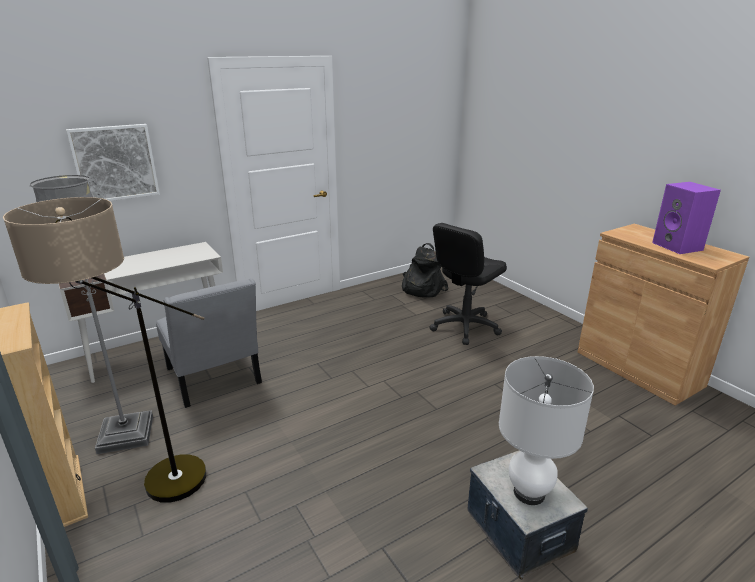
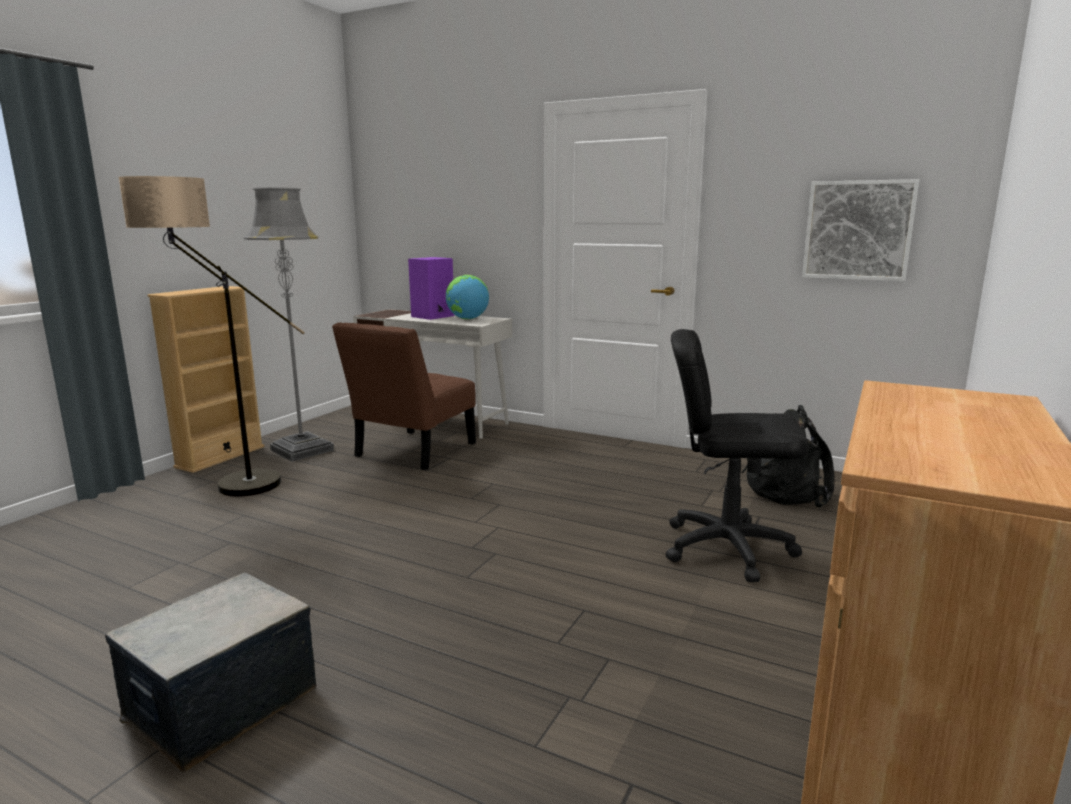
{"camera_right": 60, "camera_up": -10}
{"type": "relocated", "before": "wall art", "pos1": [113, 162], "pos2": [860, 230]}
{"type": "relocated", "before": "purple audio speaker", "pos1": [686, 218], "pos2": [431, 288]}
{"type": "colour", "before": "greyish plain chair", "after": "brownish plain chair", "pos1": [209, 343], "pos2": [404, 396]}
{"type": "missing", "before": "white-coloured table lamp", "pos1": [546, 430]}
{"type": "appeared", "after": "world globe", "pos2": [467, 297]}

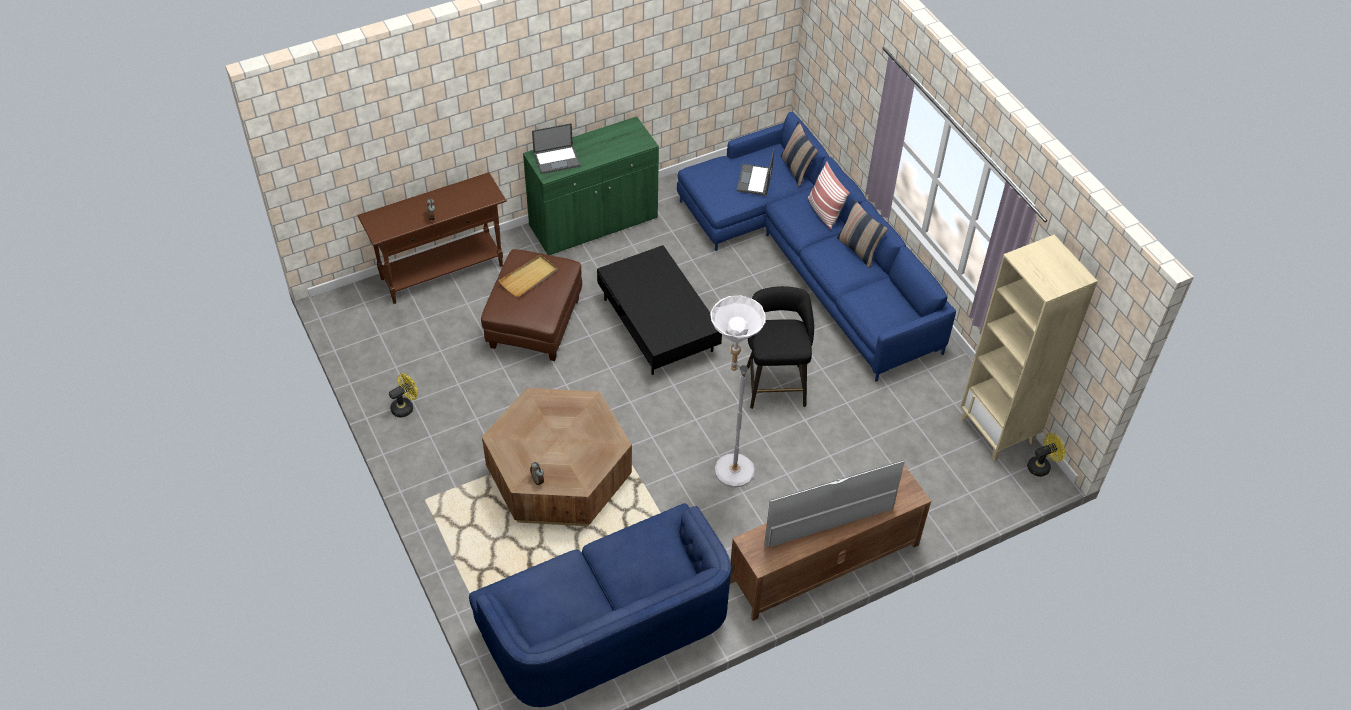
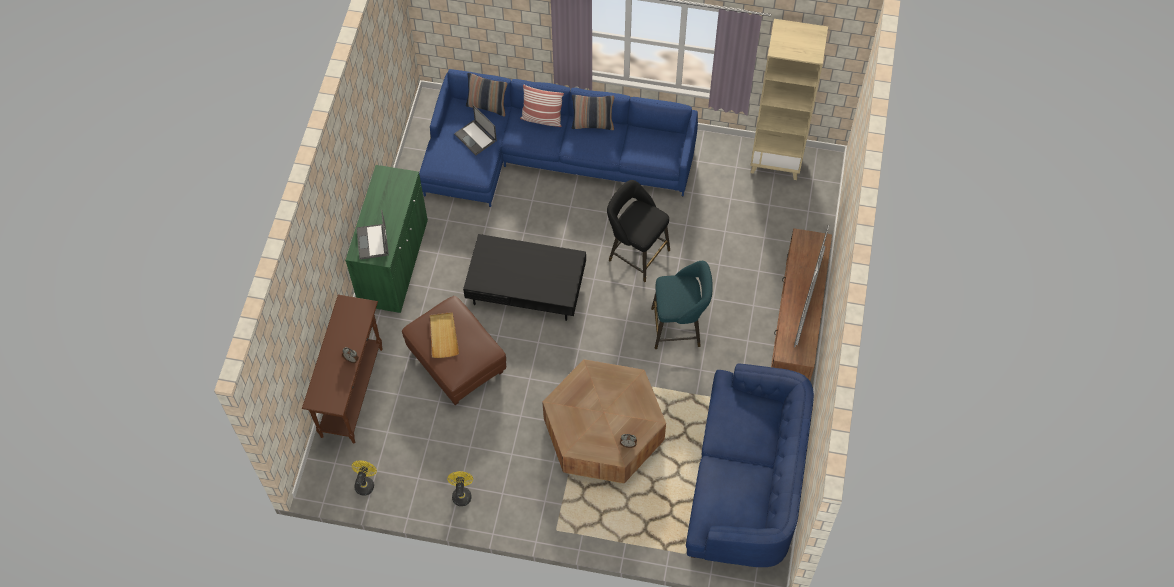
{"camera_right": -50, "camera_up": 10}
{"type": "spun", "before": "notebook computer", "pos1": [556, 148], "pos2": [372, 235], "turn": 150}
{"type": "exchanged", "before": "white-coloured floor lamp", "after": "turquoise sitting stool", "pos1": [738, 392], "pos2": [682, 305]}
{"type": "relocated", "before": "yellow electric fan", "pos1": [1046, 455], "pos2": [364, 478]}

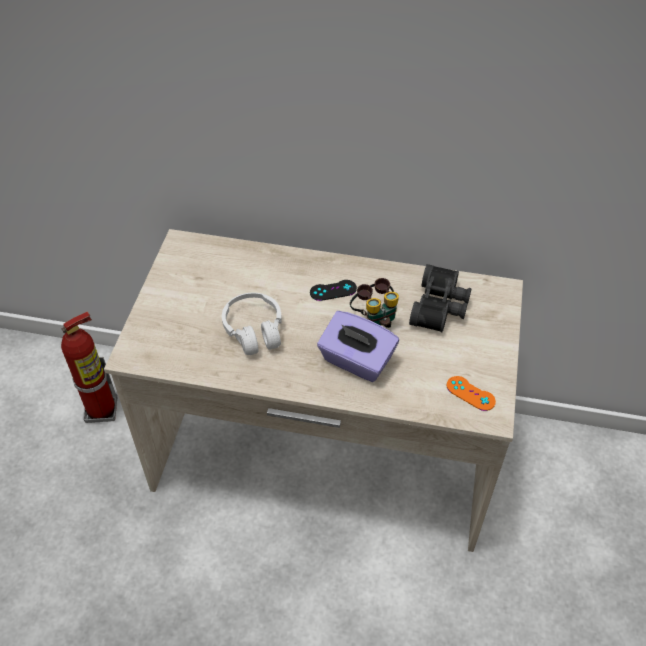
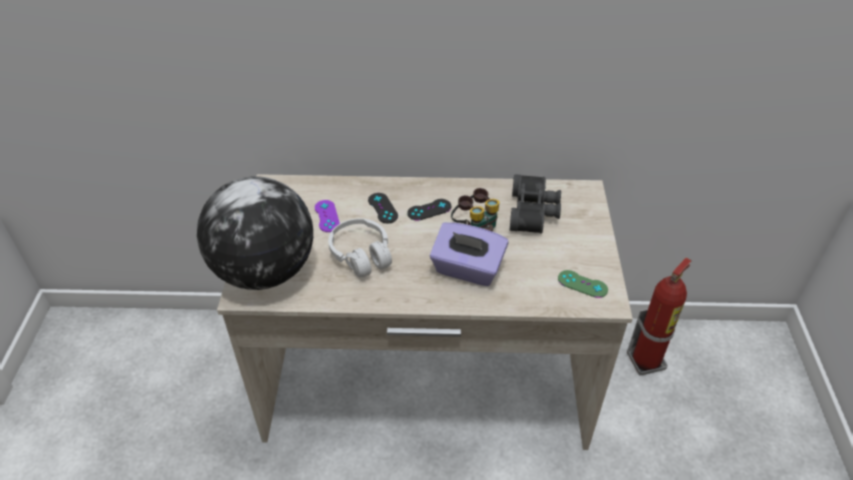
{"camera_right": -10, "camera_up": -5}
{"type": "relocated", "before": "fire extinguisher", "pos1": [89, 367], "pos2": [659, 317]}
{"type": "colour", "before": "orange joypad", "after": "green-coloured joypad", "pos1": [471, 393], "pos2": [583, 284]}
{"type": "appeared", "after": "world globe", "pos2": [255, 233]}
{"type": "appeared", "after": "blackish joypad", "pos2": [383, 208]}
{"type": "appeared", "after": "purple joypad", "pos2": [327, 216]}

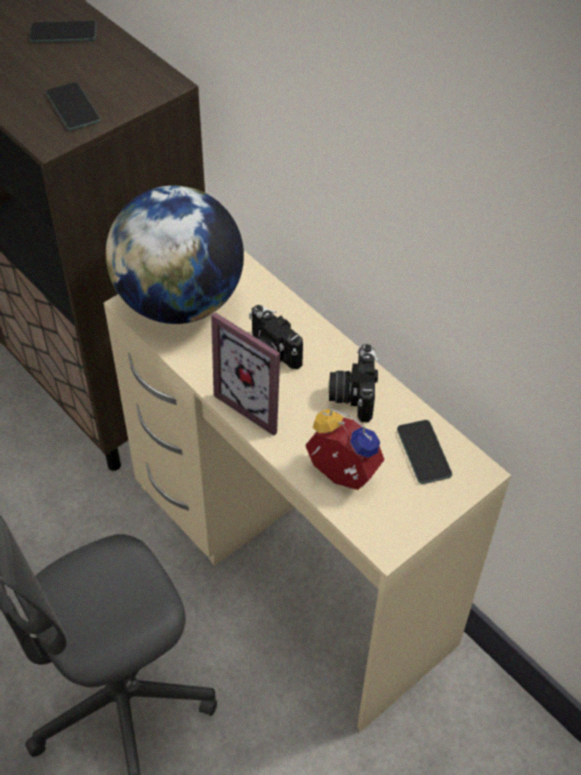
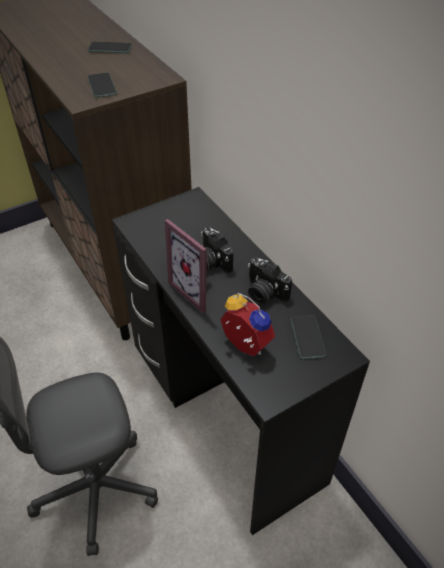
{"camera_right": 10, "camera_up": -5}
{"type": "missing", "before": "world globe", "pos1": [175, 254]}
{"type": "colour", "before": "beige-coloured desk unit", "after": "blackish desk unit", "pos1": [307, 491], "pos2": [241, 361]}
{"type": "spun", "before": "still camera", "pos1": [354, 383], "pos2": [270, 281], "turn": -60}

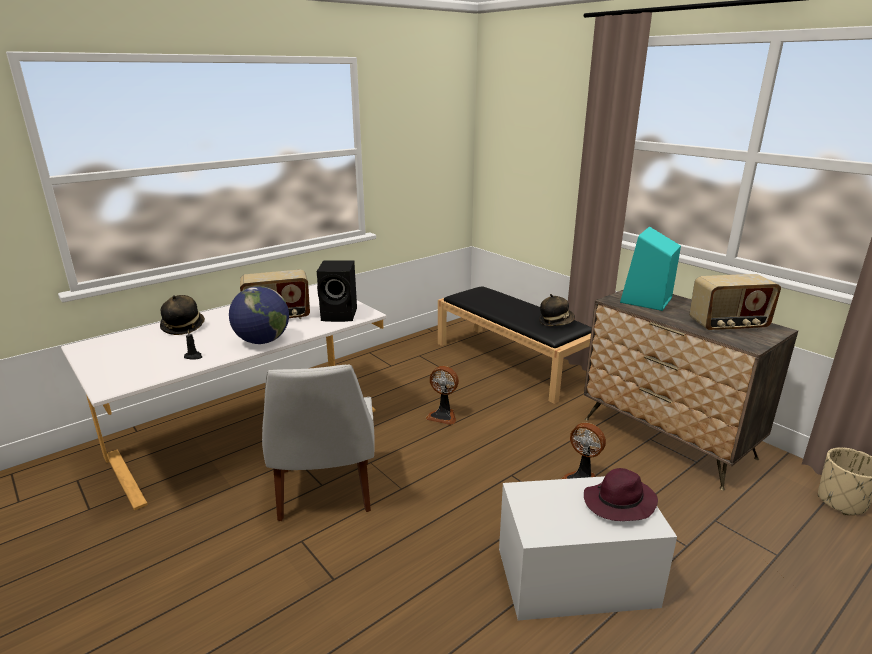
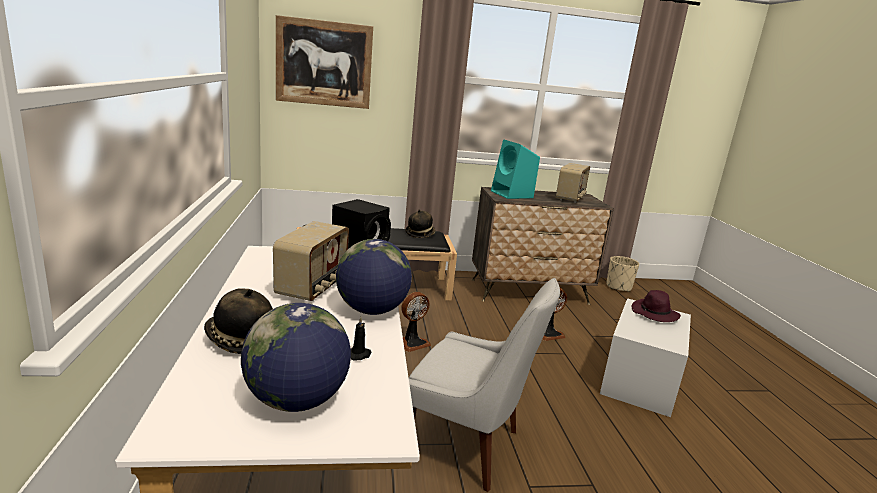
{"camera_right": -60, "camera_up": -5}
{"type": "appeared", "after": "wall art", "pos2": [324, 62]}
{"type": "appeared", "after": "world globe", "pos2": [296, 357]}

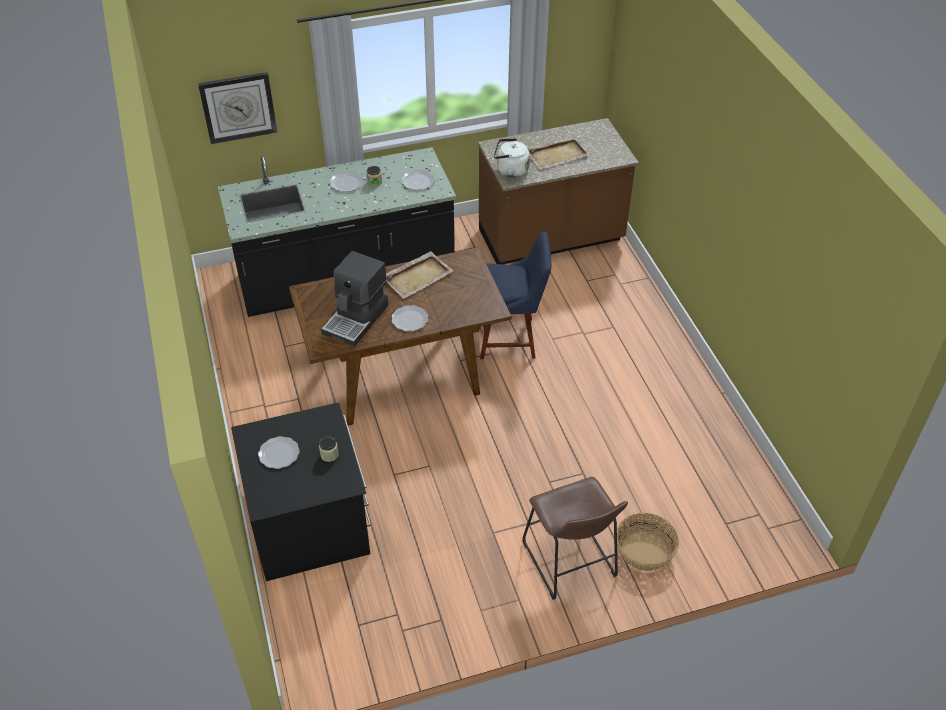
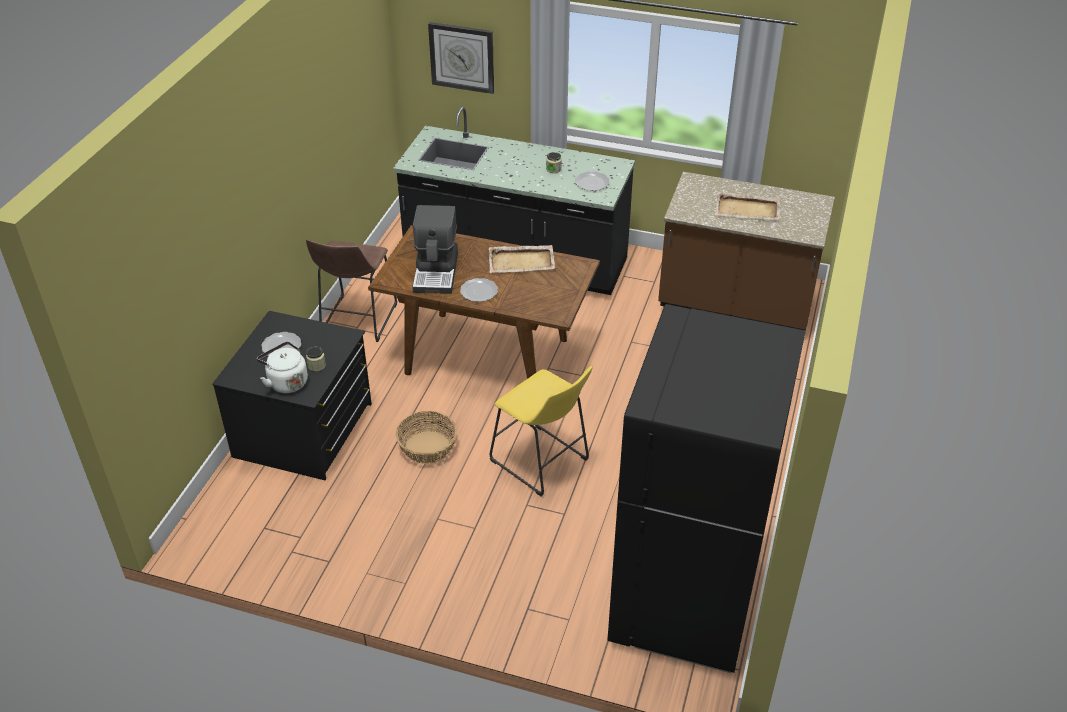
{"camera_right": 35, "camera_up": -5}
{"type": "relocated", "before": "white-coloured water kettle", "pos1": [512, 158], "pos2": [282, 367]}
{"type": "missing", "before": "plate", "pos1": [346, 181]}
{"type": "missing", "before": "blue plain chair", "pos1": [516, 295]}
{"type": "spun", "before": "coffee maker", "pos1": [354, 299], "pos2": [435, 249], "turn": -60}
{"type": "relocated", "before": "brownish sitting stool", "pos1": [575, 538], "pos2": [351, 290]}
{"type": "relocated", "before": "household basket", "pos1": [648, 542], "pos2": [426, 437]}
{"type": "appeared", "after": "blackish refrigerator", "pos2": [706, 488]}
{"type": "appeared", "after": "yellow sitting stool", "pos2": [541, 431]}

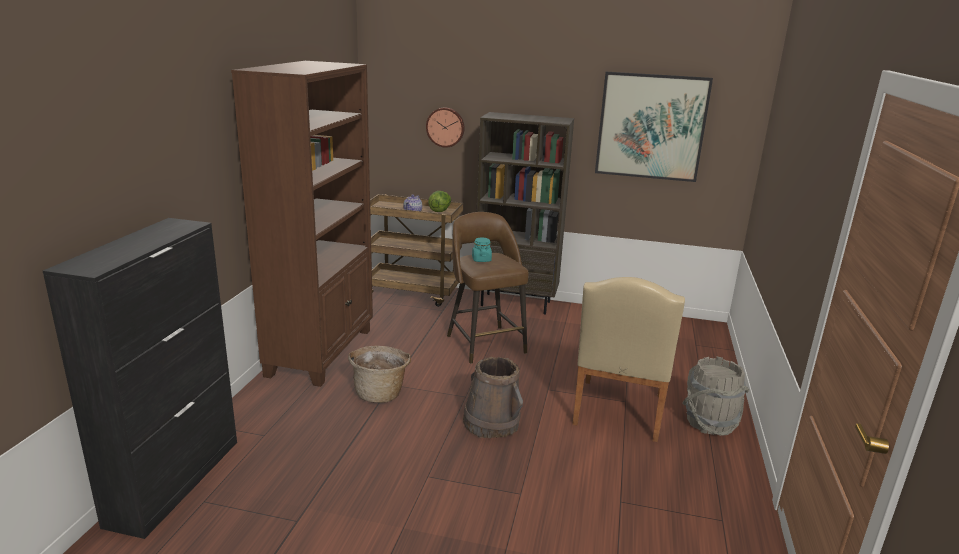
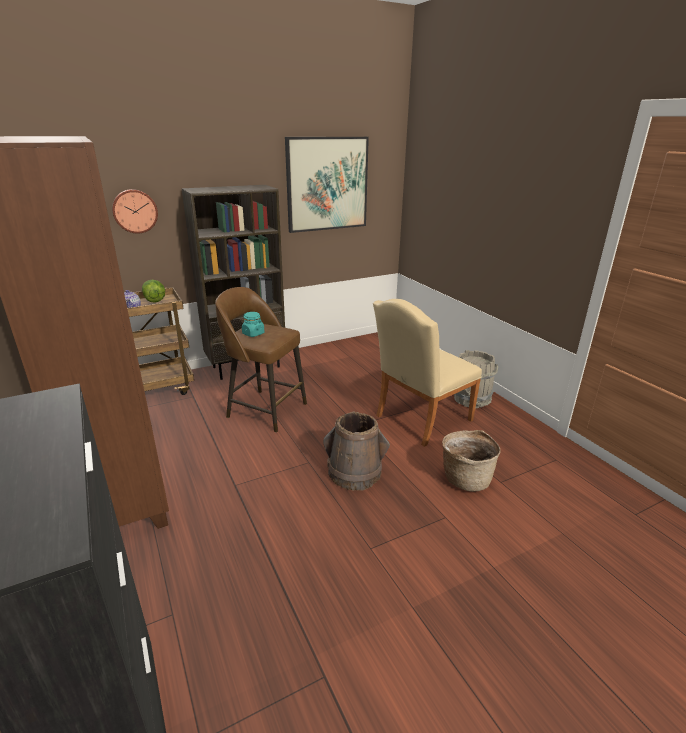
{"camera_right": -40, "camera_up": 5}
{"type": "spun", "before": "beige-coloured plain chair", "pos1": [628, 359], "pos2": [427, 373], "turn": 75}
{"type": "relocated", "before": "household basket", "pos1": [379, 374], "pos2": [471, 461]}

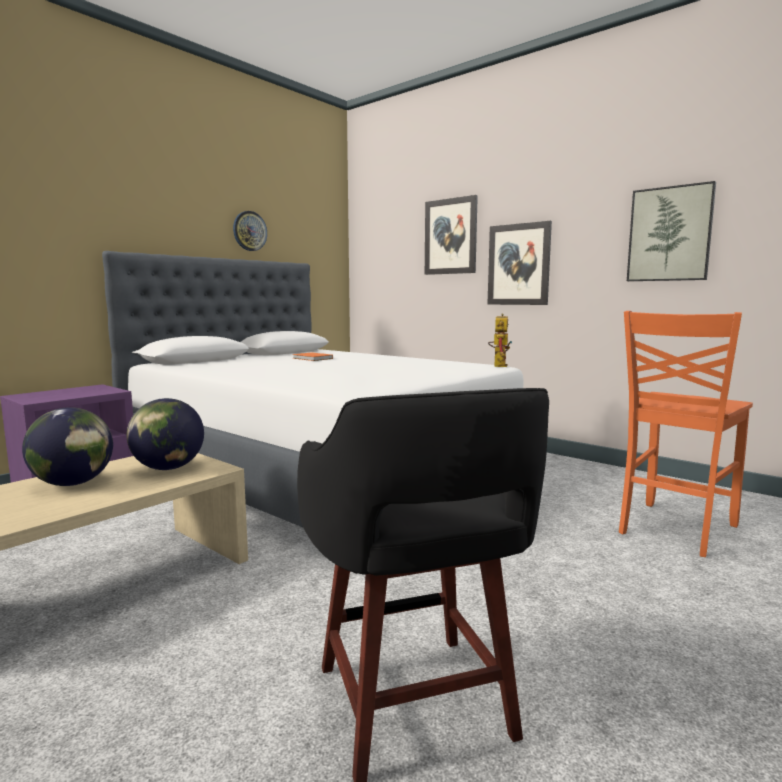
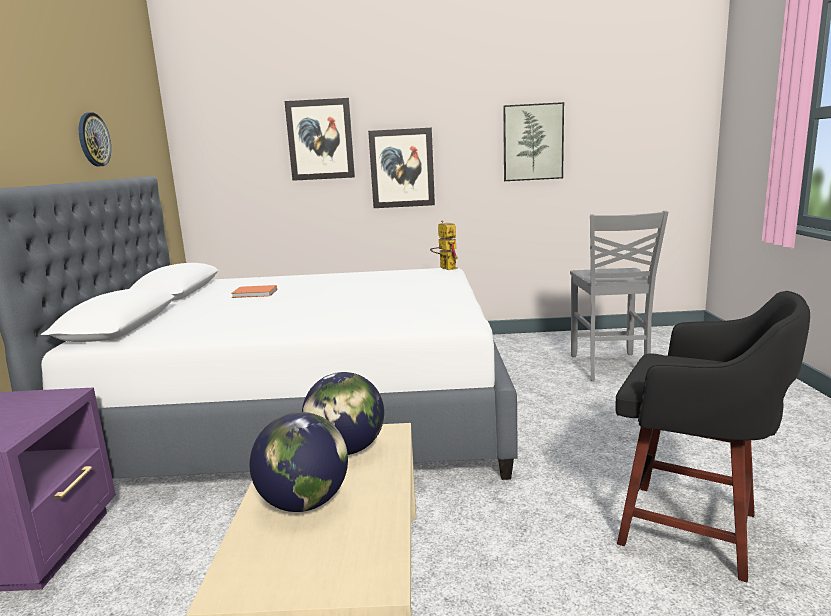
{"camera_right": -40, "camera_up": 5}
{"type": "colour", "before": "orange plain chair", "after": "greyish plain chair", "pos1": [686, 434], "pos2": [619, 296]}

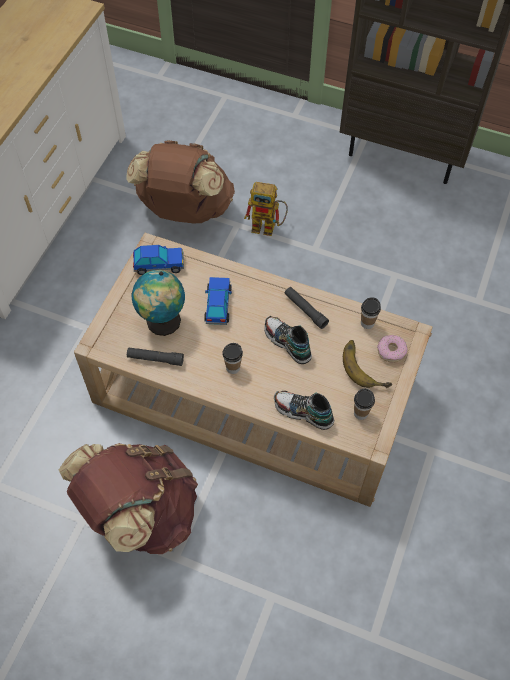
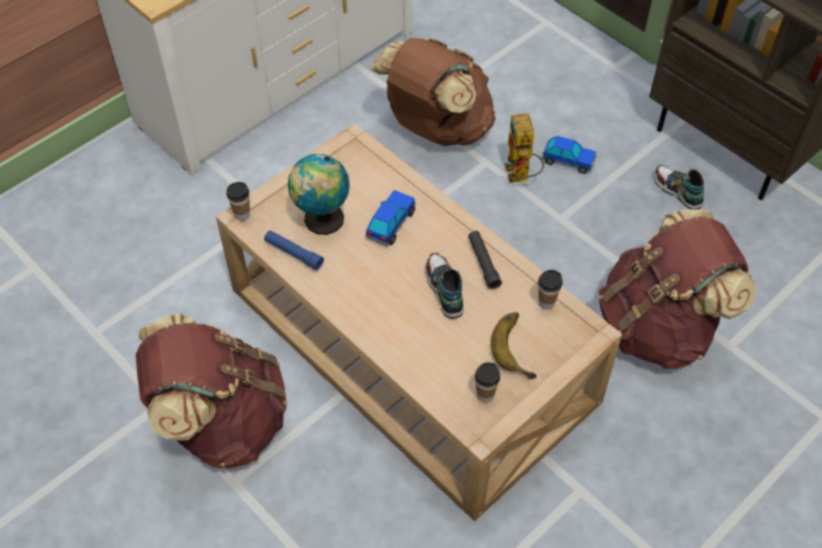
{"camera_right": 25, "camera_up": -5}
{"type": "spun", "before": "robot figure", "pos1": [266, 209], "pos2": [524, 148], "turn": 45}
{"type": "relocated", "before": "toy car", "pos1": [158, 260], "pos2": [569, 155]}
{"type": "missing", "before": "doughnut", "pos1": [392, 349]}
{"type": "relocated", "before": "drinking cup", "pos1": [232, 358], "pos2": [238, 201]}
{"type": "colour", "before": "blackish flashlight", "after": "blue flashlight", "pos1": [155, 357], "pos2": [294, 250]}
{"type": "relocated", "before": "low shoe", "pos1": [304, 410], "pos2": [679, 187]}
{"type": "appeared", "after": "brownish rucksack", "pos2": [677, 289]}

